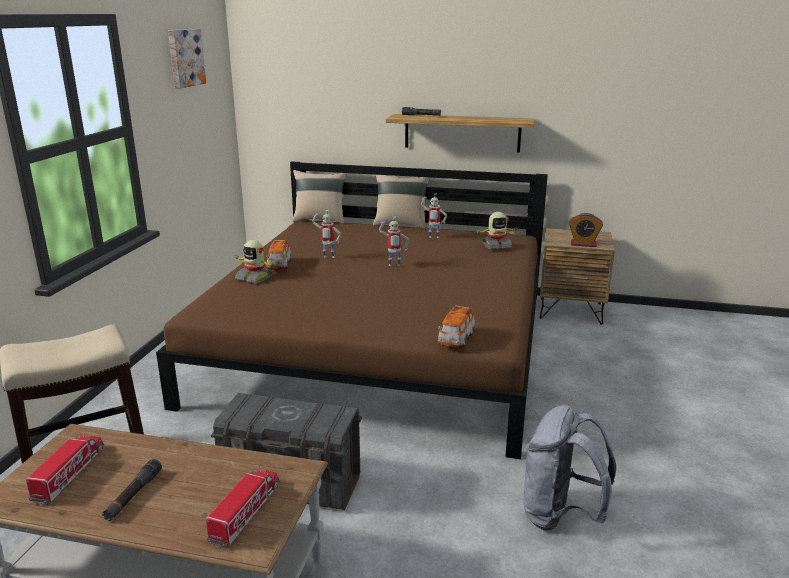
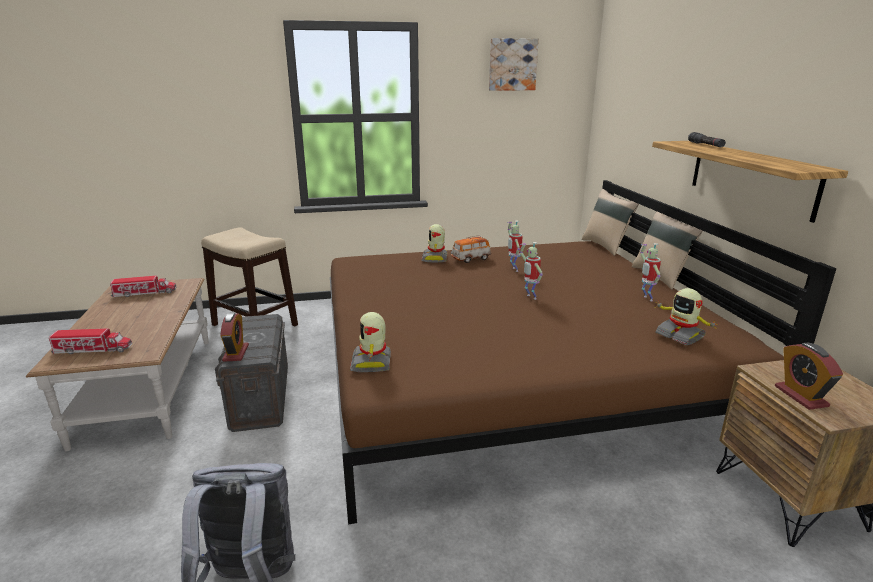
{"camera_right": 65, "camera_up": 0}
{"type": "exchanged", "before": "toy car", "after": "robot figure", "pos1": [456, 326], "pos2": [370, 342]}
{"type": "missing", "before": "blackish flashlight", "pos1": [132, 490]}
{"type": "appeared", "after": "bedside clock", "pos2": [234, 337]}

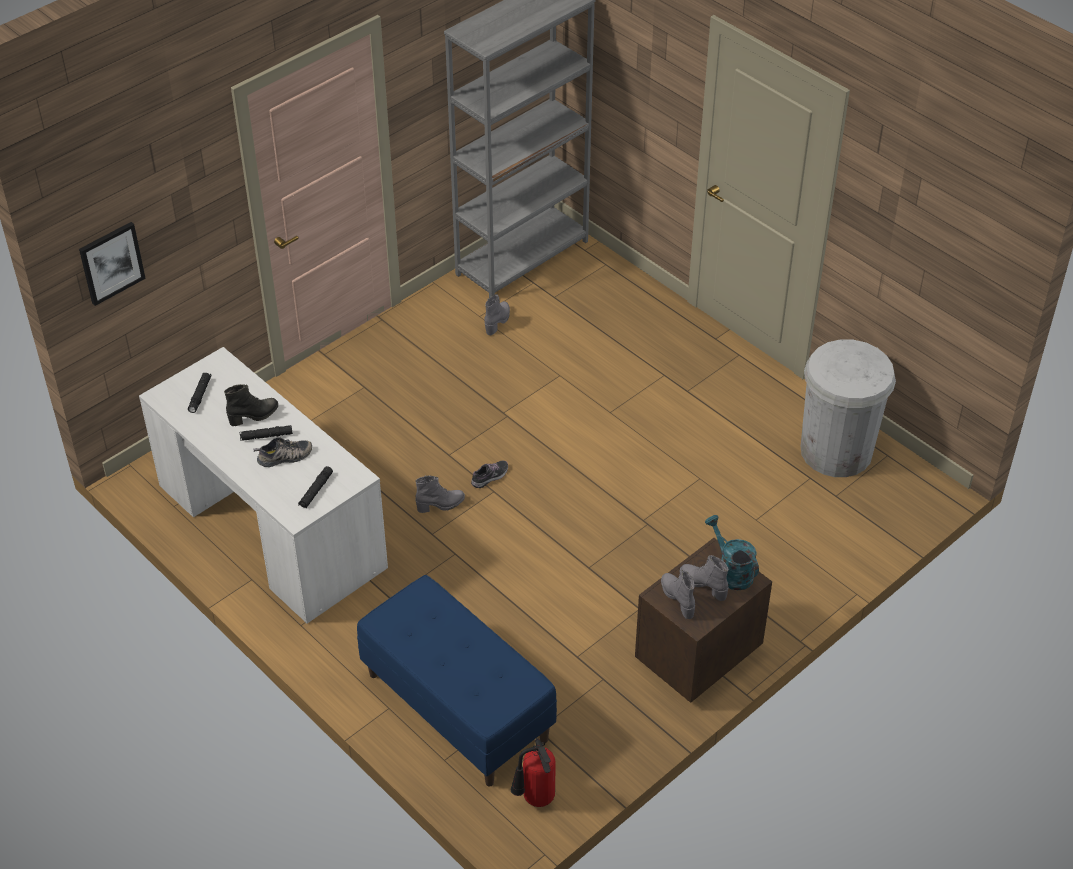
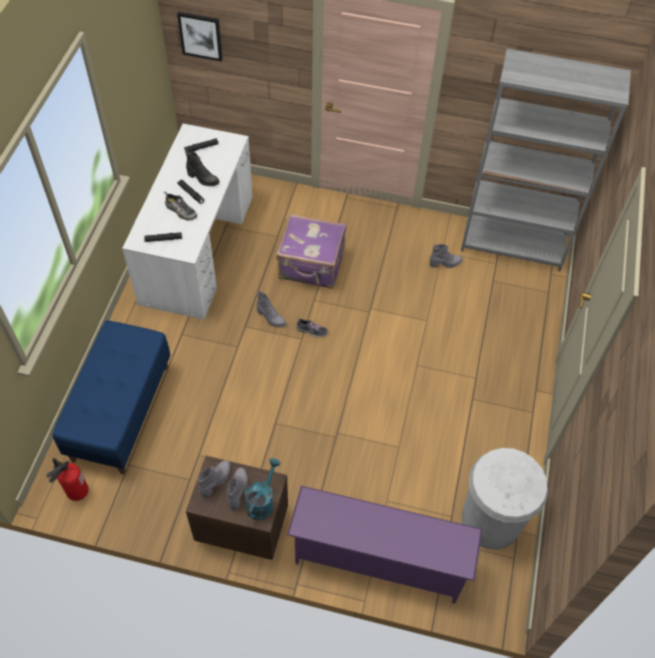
{"camera_right": 55, "camera_up": 10}
{"type": "appeared", "after": "purple travel case", "pos2": [311, 251]}
{"type": "appeared", "after": "purple shoe shelf", "pos2": [384, 545]}

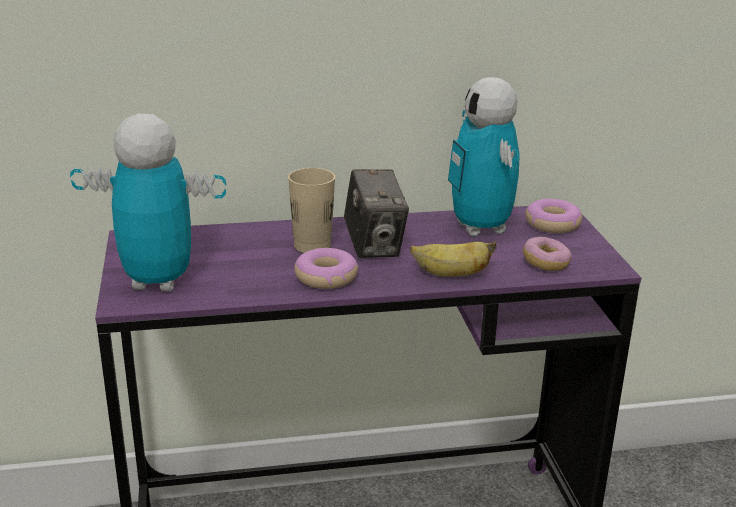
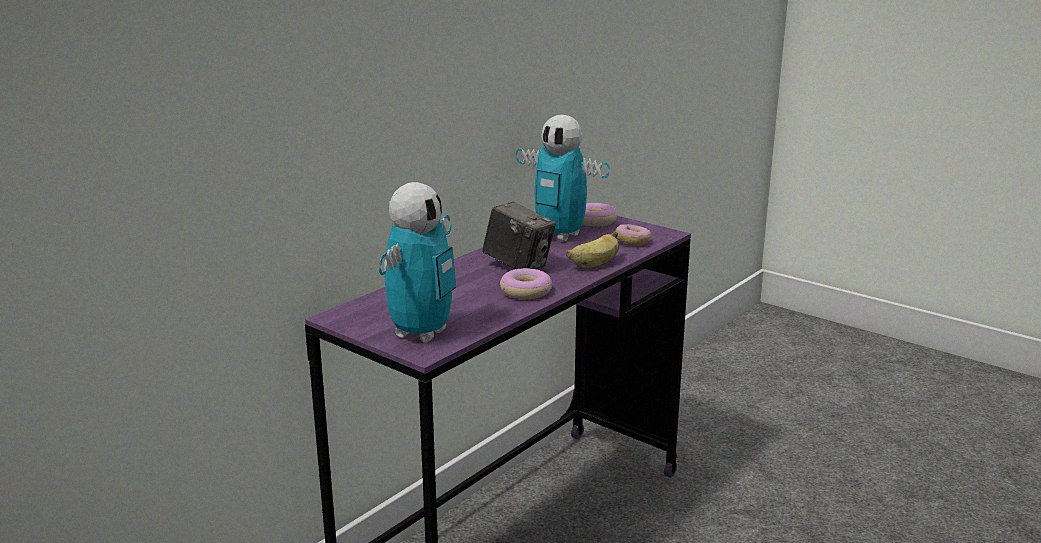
{"camera_right": -40, "camera_up": -5}
{"type": "spun", "before": "robot figure", "pos1": [148, 202], "pos2": [417, 262], "turn": 150}
{"type": "missing", "before": "beige-coloured drinking cup", "pos1": [311, 210]}

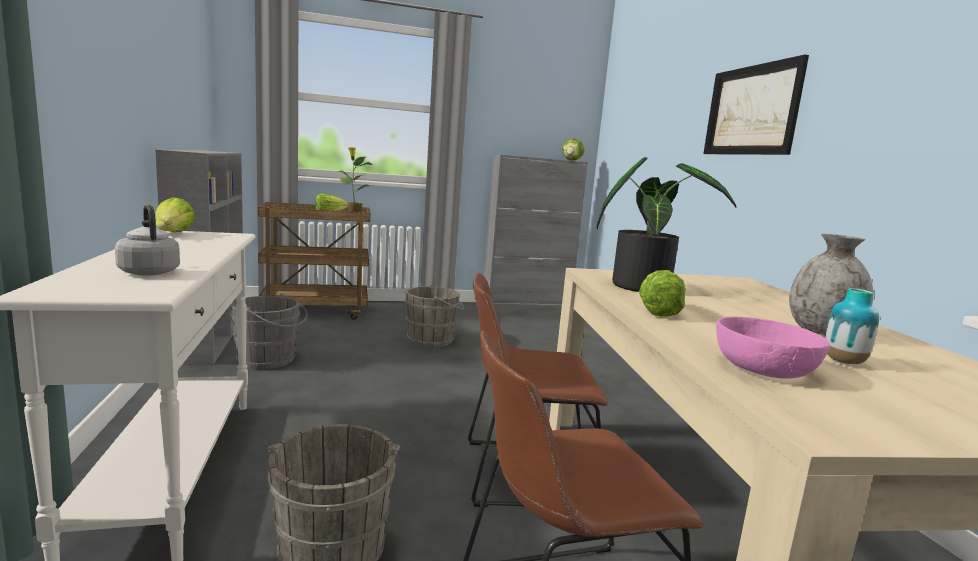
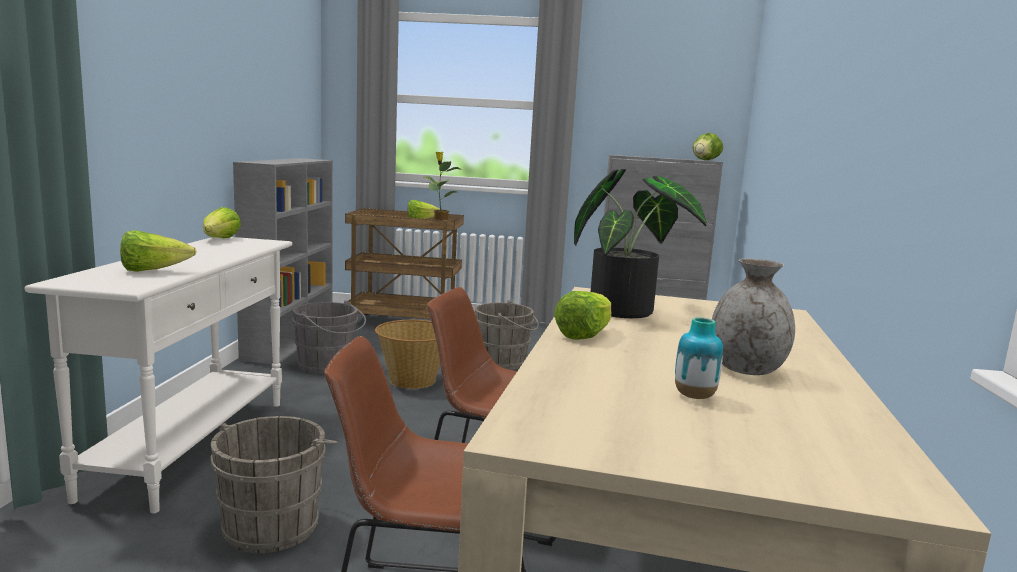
{"camera_right": 20, "camera_up": 0}
{"type": "missing", "before": "wall art", "pos1": [756, 105]}
{"type": "exchanged", "before": "greyish water kettle", "after": "lettuce", "pos1": [147, 240], "pos2": [158, 251]}
{"type": "missing", "before": "pink-coloured serving bowl", "pos1": [773, 347]}
{"type": "appeared", "after": "household basket", "pos2": [407, 354]}

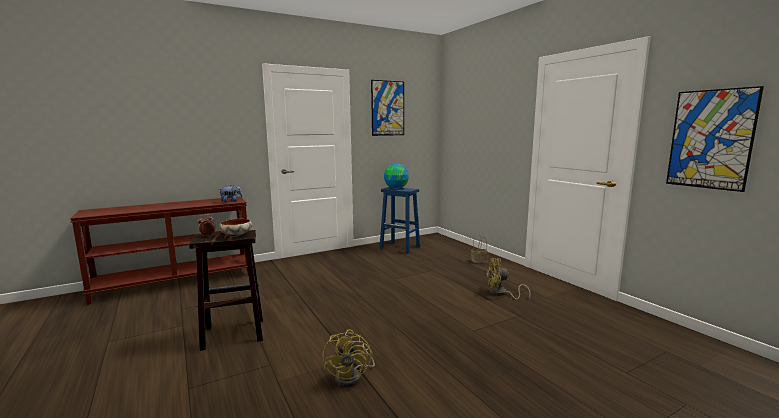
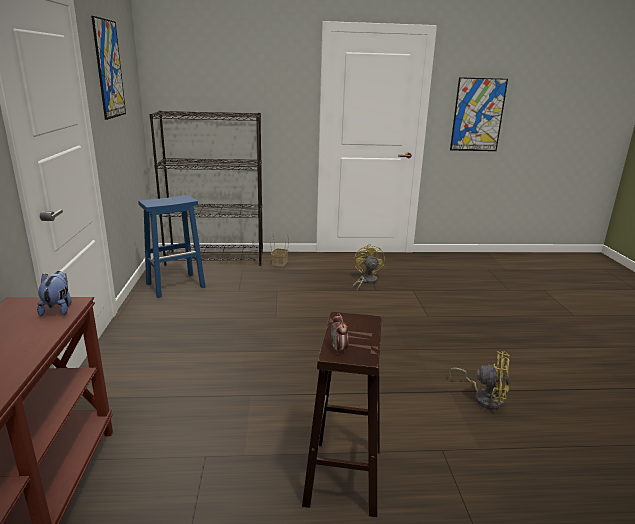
{"camera_right": -65, "camera_up": 10}
{"type": "missing", "before": "world globe", "pos1": [396, 176]}
{"type": "missing", "before": "serving bowl", "pos1": [235, 228]}
{"type": "spun", "before": "yellow electric fan", "pos1": [508, 279], "pos2": [369, 267], "turn": 150}
{"type": "appeared", "after": "blackish bookcase", "pos2": [206, 188]}

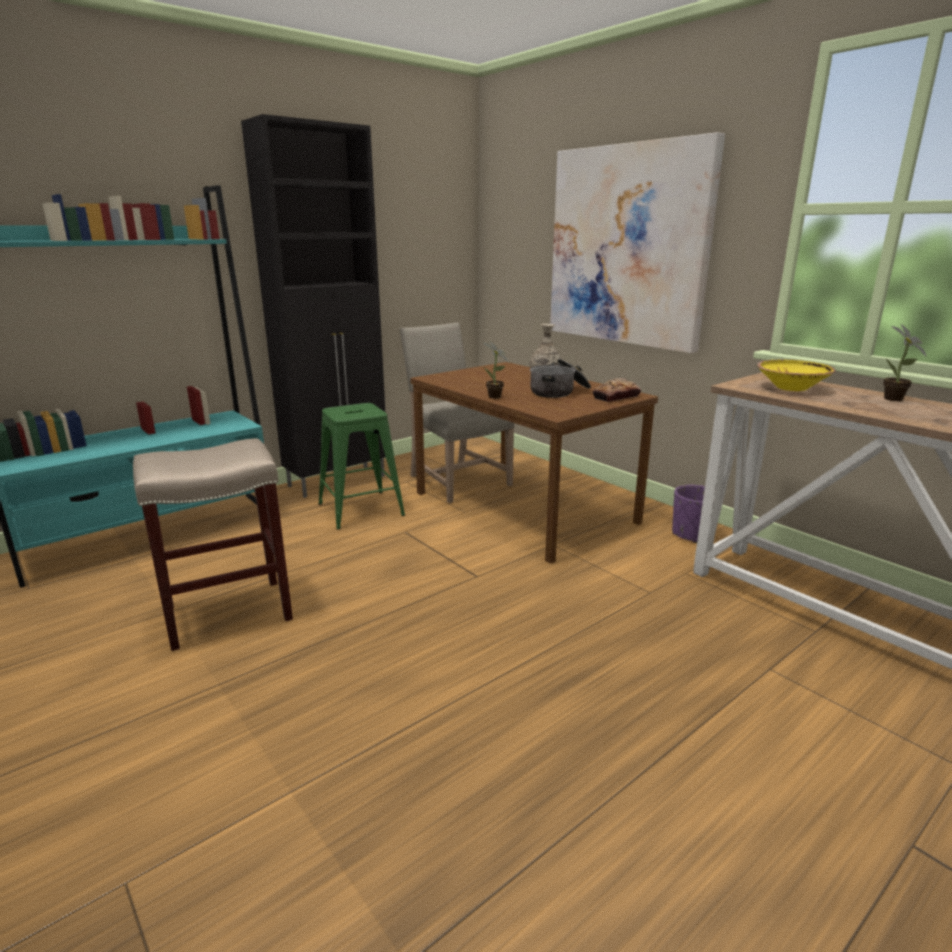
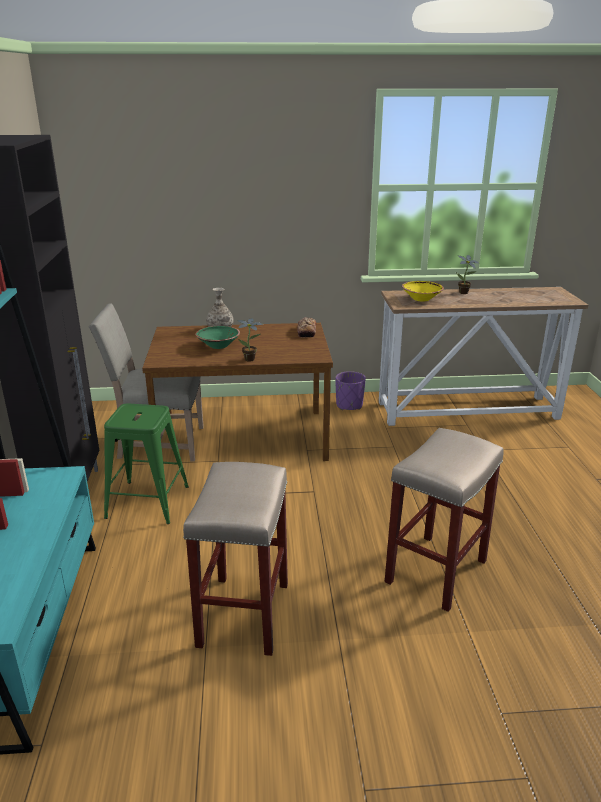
{"camera_right": -55, "camera_up": 5}
{"type": "missing", "before": "wall art", "pos1": [637, 242]}
{"type": "missing", "before": "saucepot", "pos1": [560, 378]}
{"type": "appeared", "after": "green-coloured serving bowl", "pos2": [217, 337]}
{"type": "appeared", "after": "beige-coloured sitting stool", "pos2": [444, 520]}

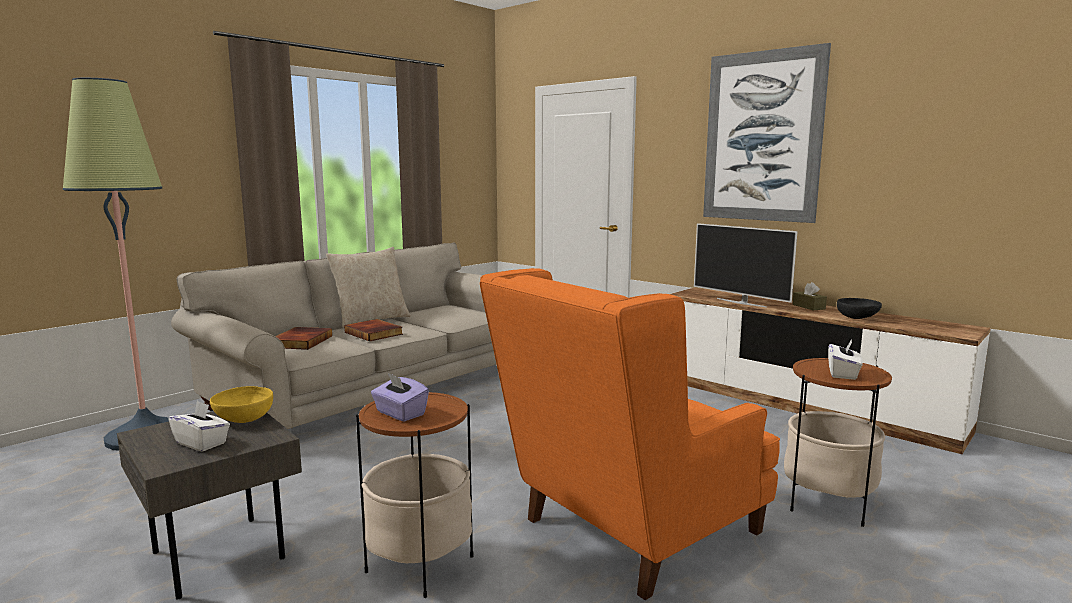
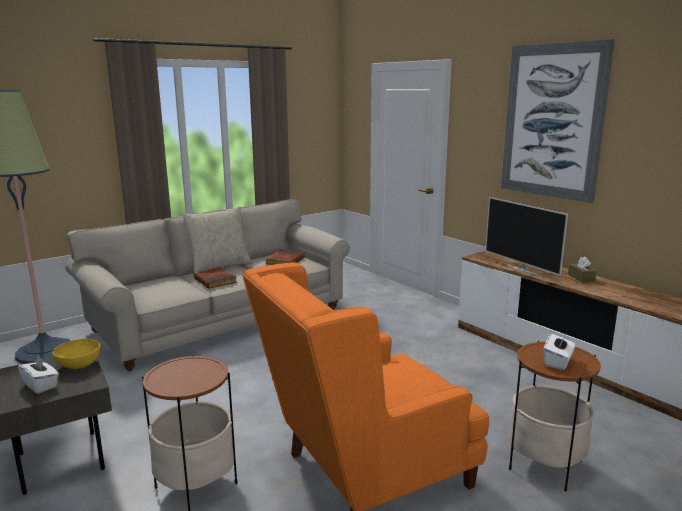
{"camera_right": 10, "camera_up": 5}
{"type": "missing", "before": "blackish serving bowl", "pos1": [859, 308]}
{"type": "relocated", "before": "bound book", "pos1": [303, 338], "pos2": [285, 257]}
{"type": "missing", "before": "purple tissue box", "pos1": [400, 397]}

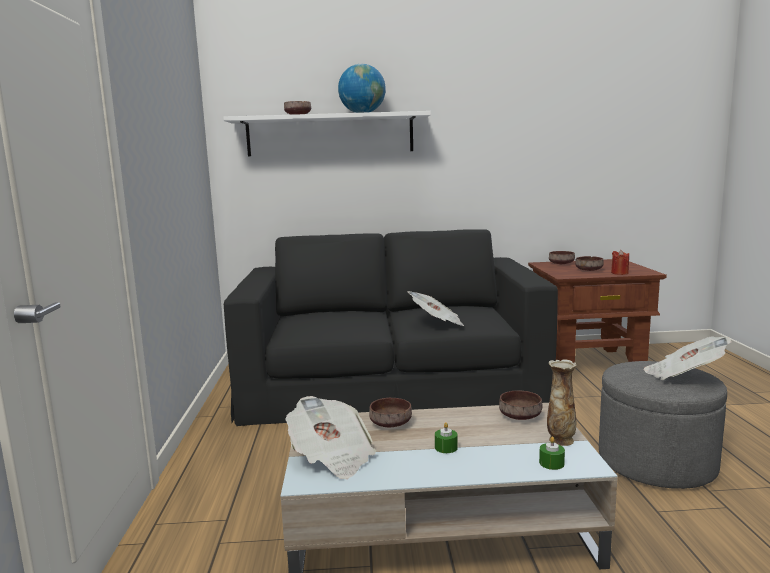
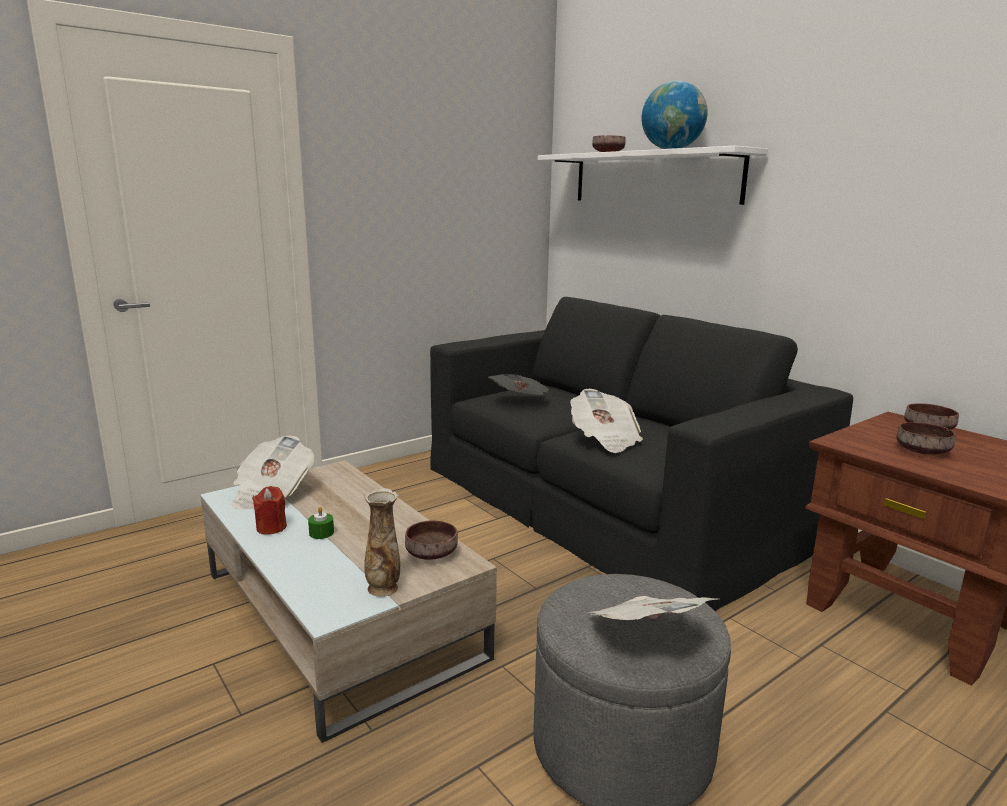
{"camera_right": 55, "camera_up": 5}
{"type": "relocated", "before": "red candle", "pos1": [620, 262], "pos2": [269, 510]}
{"type": "missing", "before": "brownish serving bowl", "pos1": [390, 412]}
{"type": "missing", "before": "green-coloured candle", "pos1": [552, 453]}
{"type": "appeared", "after": "newspaper", "pos2": [518, 384]}

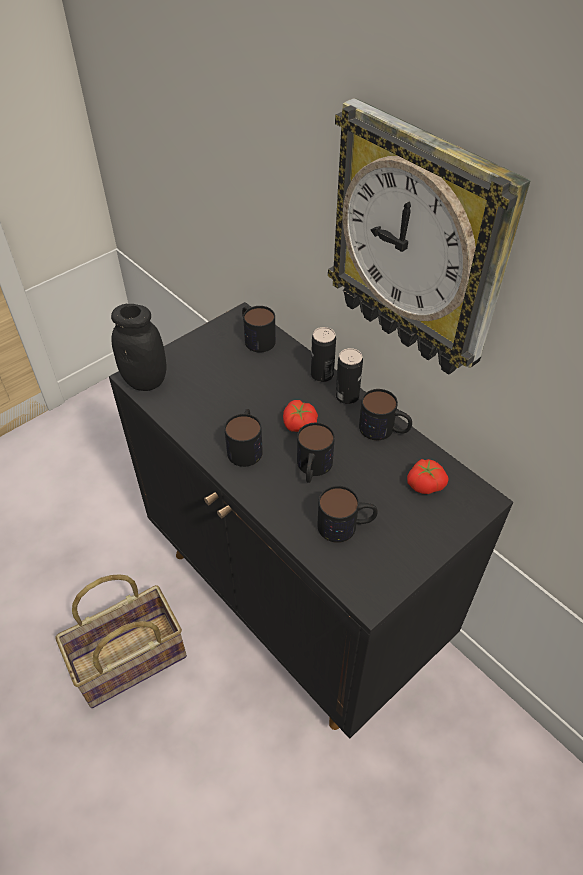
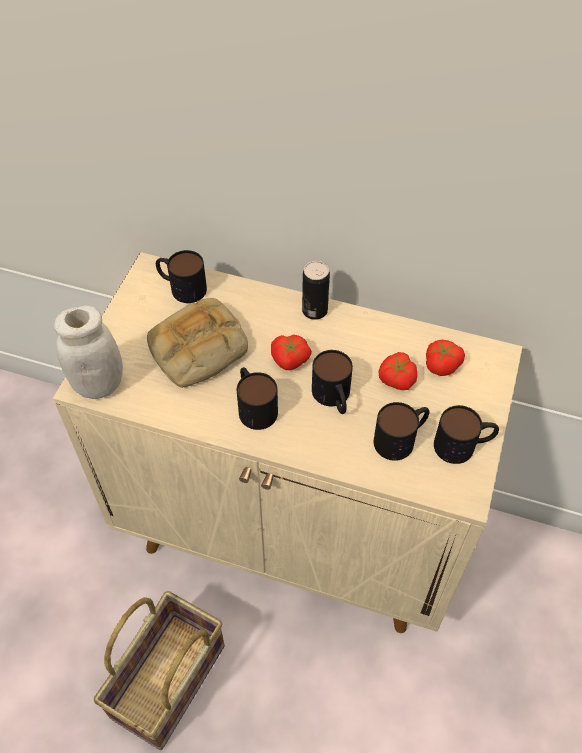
{"camera_right": -30, "camera_up": 5}
{"type": "missing", "before": "wall clock", "pos1": [429, 236]}
{"type": "colour", "before": "blackish storage cabinet", "after": "beige-coloured storage cabinet", "pos1": [311, 520], "pos2": [288, 442]}
{"type": "colour", "before": "blackish preserve jar", "after": "white-coloured preserve jar", "pos1": [138, 347], "pos2": [88, 352]}
{"type": "missing", "before": "metal can", "pos1": [323, 354]}
{"type": "relocated", "before": "mug", "pos1": [385, 414], "pos2": [466, 434]}
{"type": "appeared", "after": "bread", "pos2": [197, 343]}
{"type": "appeared", "after": "whole tomato", "pos2": [398, 371]}

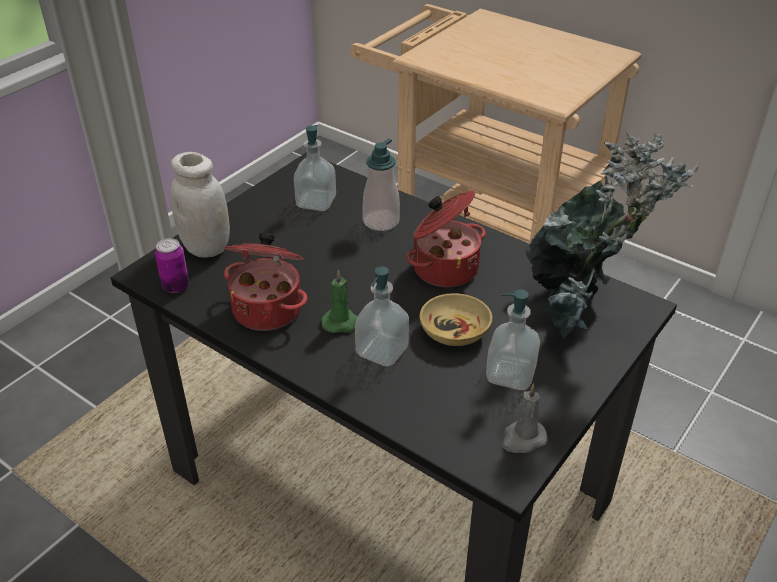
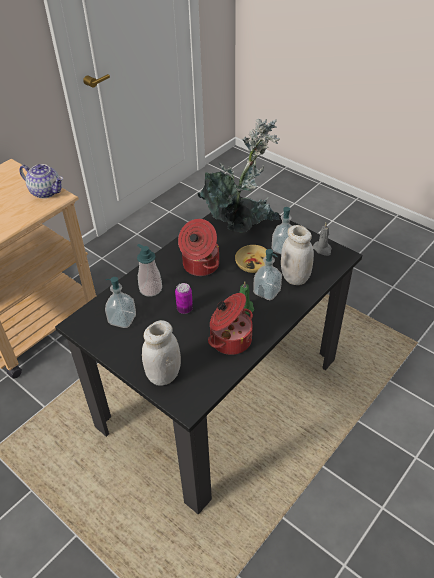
{"camera_right": -85, "camera_up": 5}
{"type": "relocated", "before": "metal can", "pos1": [172, 265], "pos2": [184, 298]}
{"type": "appeared", "after": "pot for tea", "pos2": [41, 181]}
{"type": "appeared", "after": "white-coloured preserve jar", "pos2": [297, 255]}

